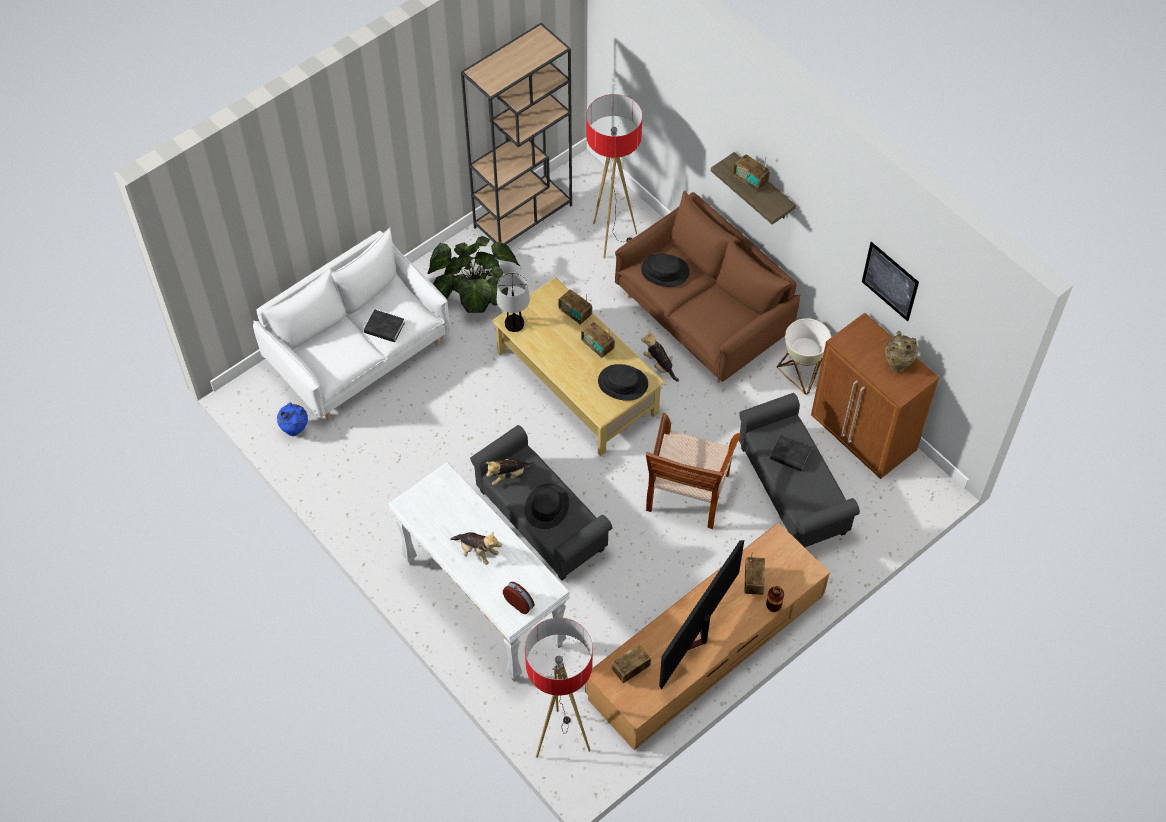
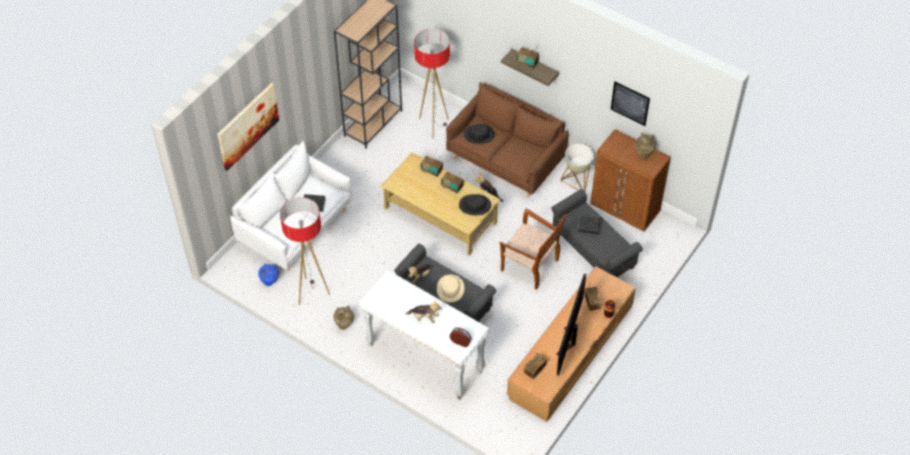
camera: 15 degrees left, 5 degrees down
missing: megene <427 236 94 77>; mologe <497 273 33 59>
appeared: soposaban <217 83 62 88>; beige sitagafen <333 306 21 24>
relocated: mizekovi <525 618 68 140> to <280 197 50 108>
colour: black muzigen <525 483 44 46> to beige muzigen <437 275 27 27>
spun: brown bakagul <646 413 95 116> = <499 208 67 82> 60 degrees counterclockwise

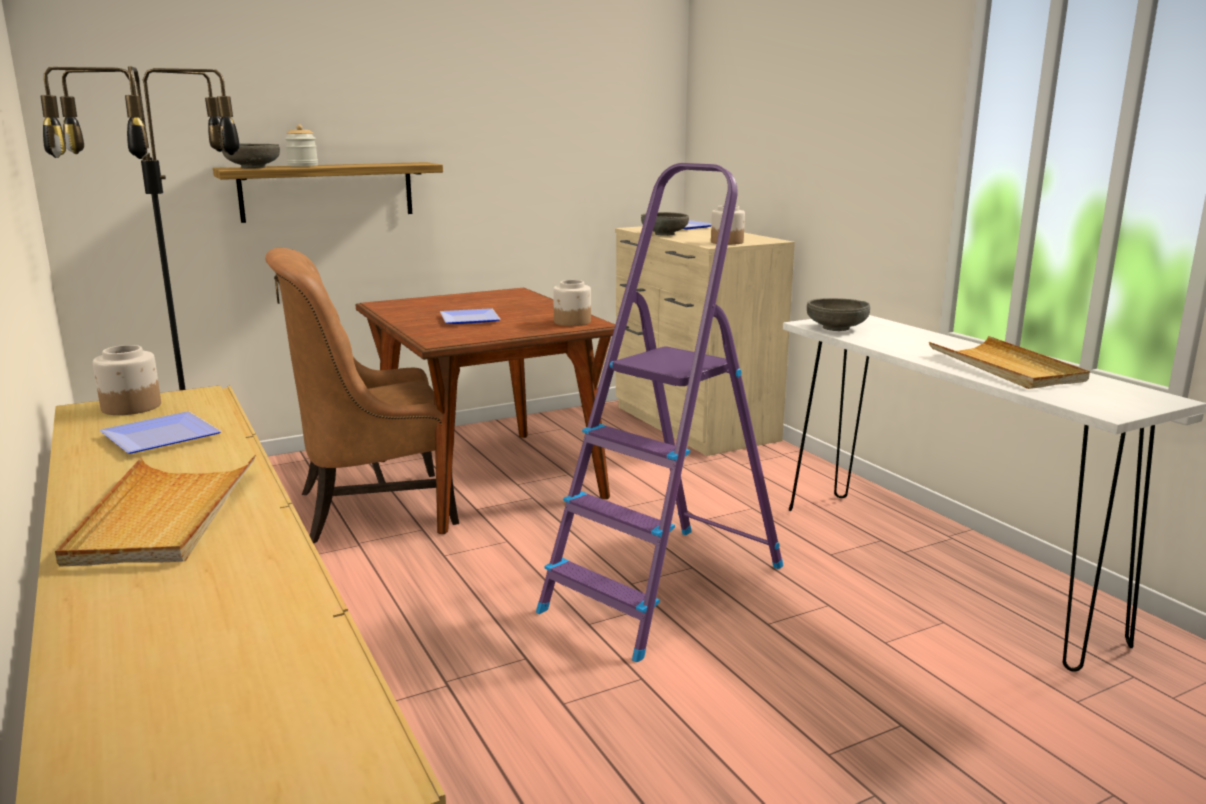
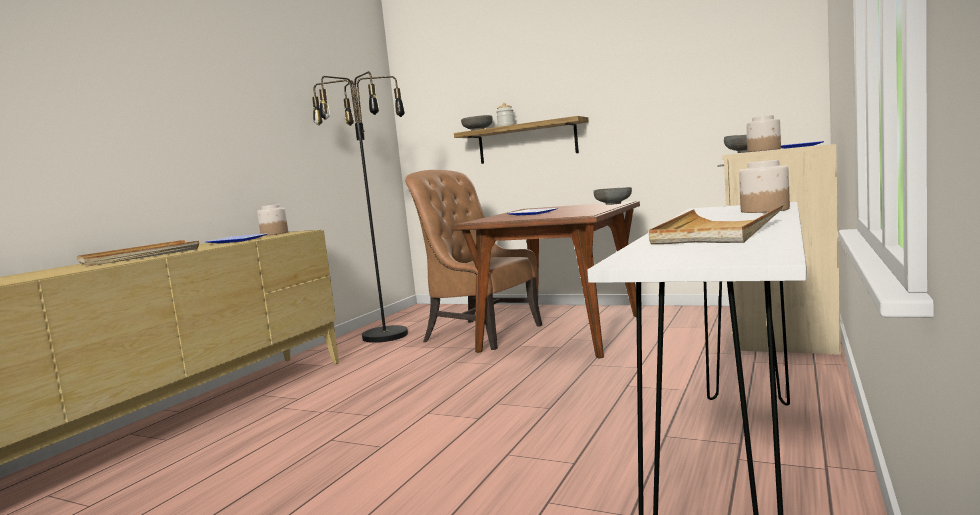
camera: 55 degrees right, 10 degrees down
missing: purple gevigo <536 163 247 499>
relocated: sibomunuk <553 280 38 46> to <739 160 51 53>; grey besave <807 298 63 33> to <593 187 39 18>

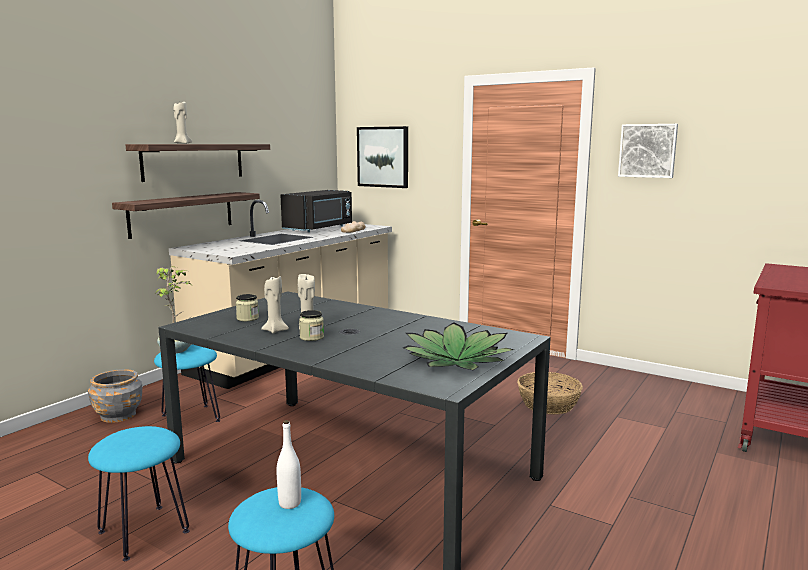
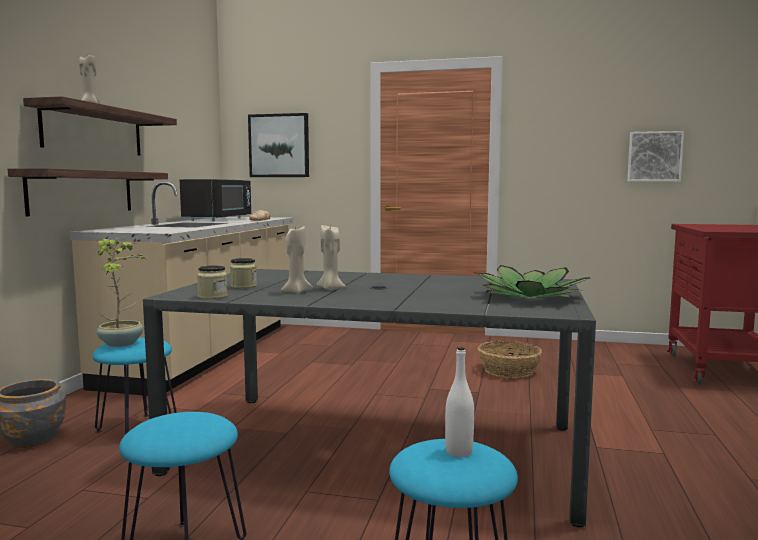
camera: 20 degrees left, 5 degrees down
relocated: soposaban <618 124 60 54> to <627 131 57 50>; sibomunuk <299 310 25 31> to <197 265 30 34>

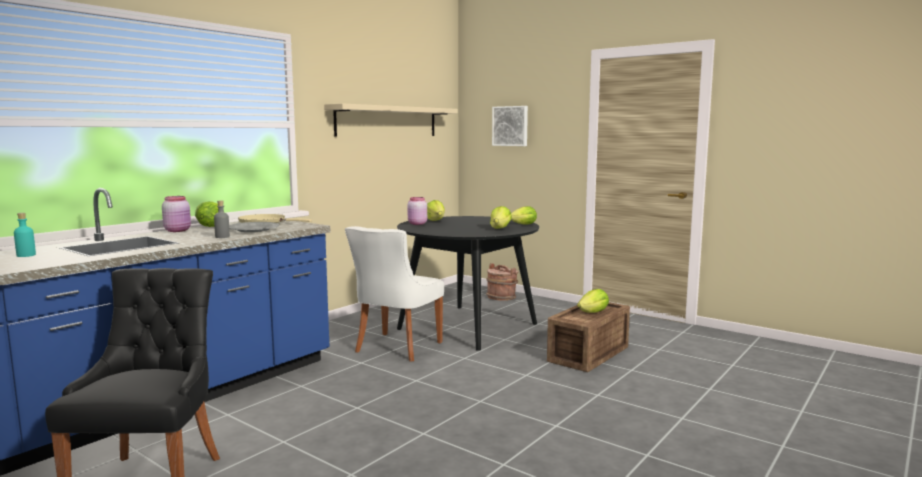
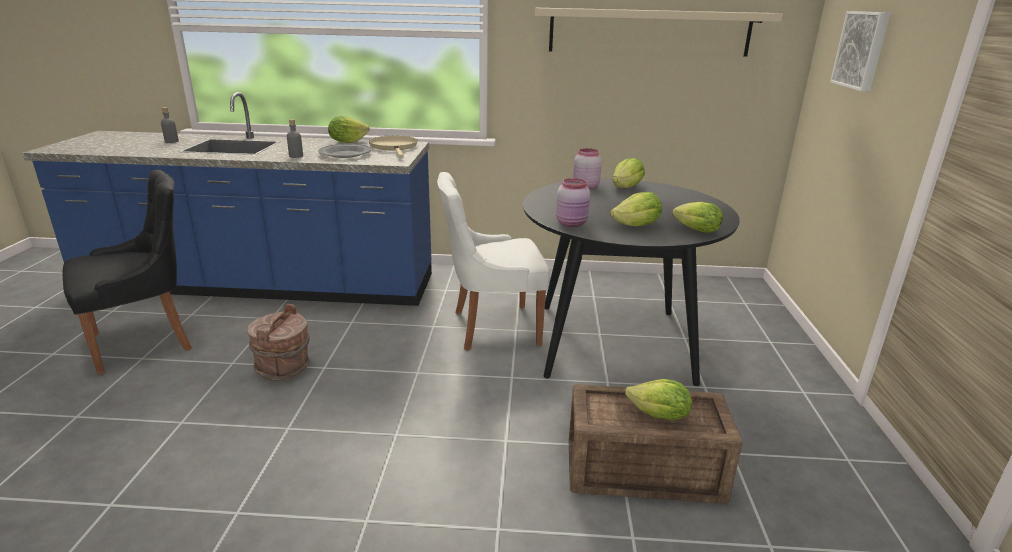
camera: 55 degrees right, 15 degrees up
relocated: pink sibomunuk <162 196 29 36> to <556 178 34 49>; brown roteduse <486 263 32 38> to <247 304 63 77>
colour: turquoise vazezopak <14 213 22 44> to grey vazezopak <161 107 18 36>

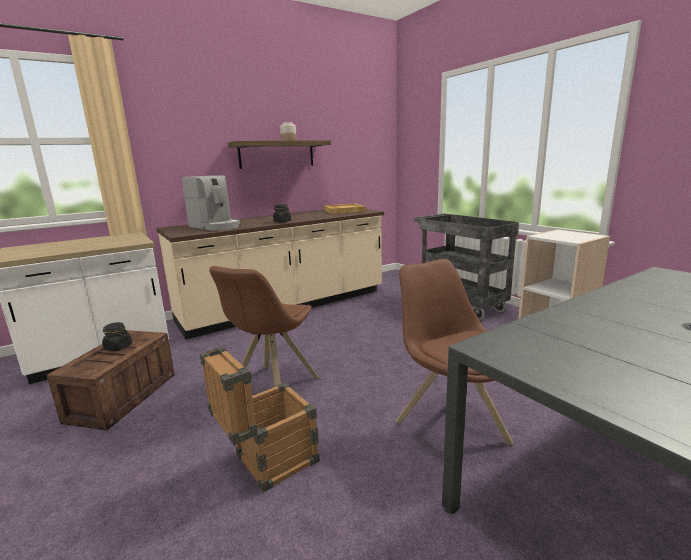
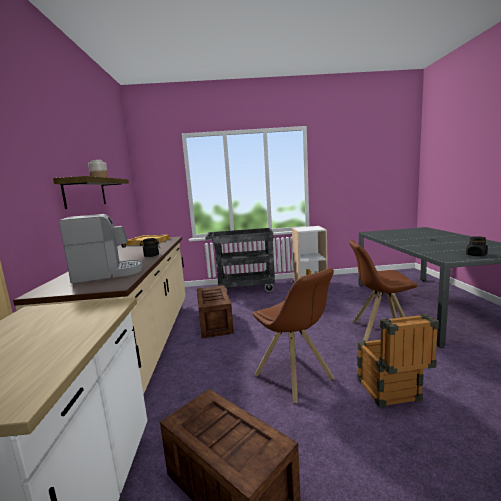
camera: 60 degrees left, 5 degrees down
appeared: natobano <197 285 37 53>
relocated: black sibomunuk <102 322 30 29> to <466 236 22 20>

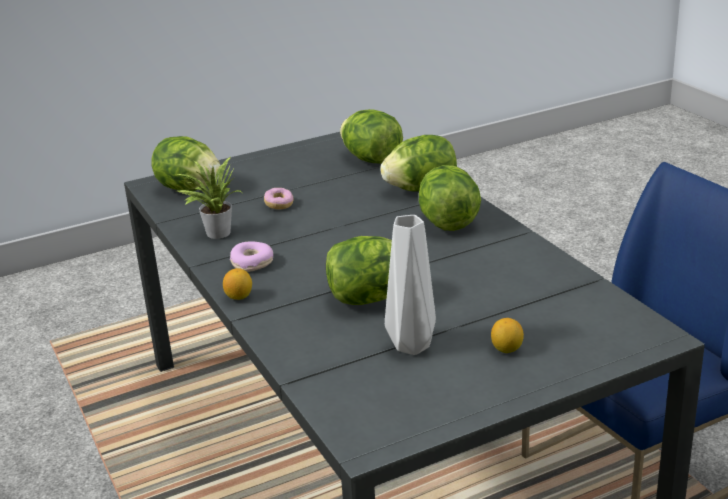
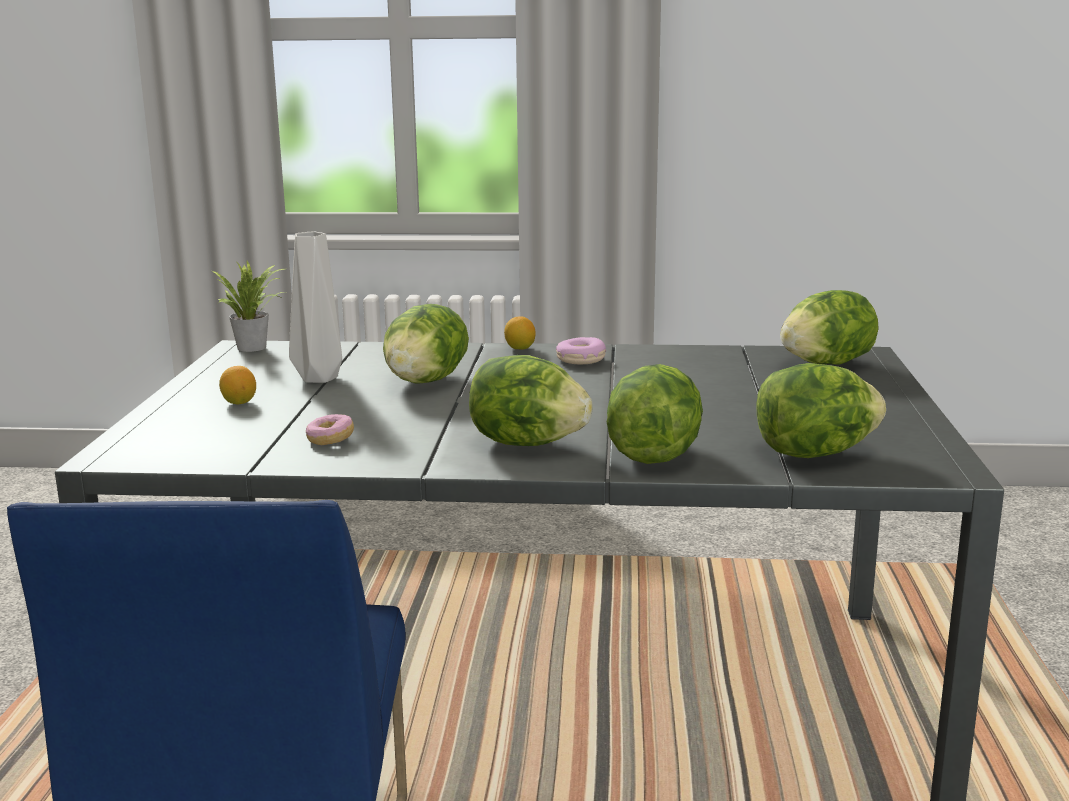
camera: 120 degrees right, 10 degrees down
relocated: megene <176 157 65 82> to <210 261 74 91>; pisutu <264 188 30 21> to <306 414 48 31>

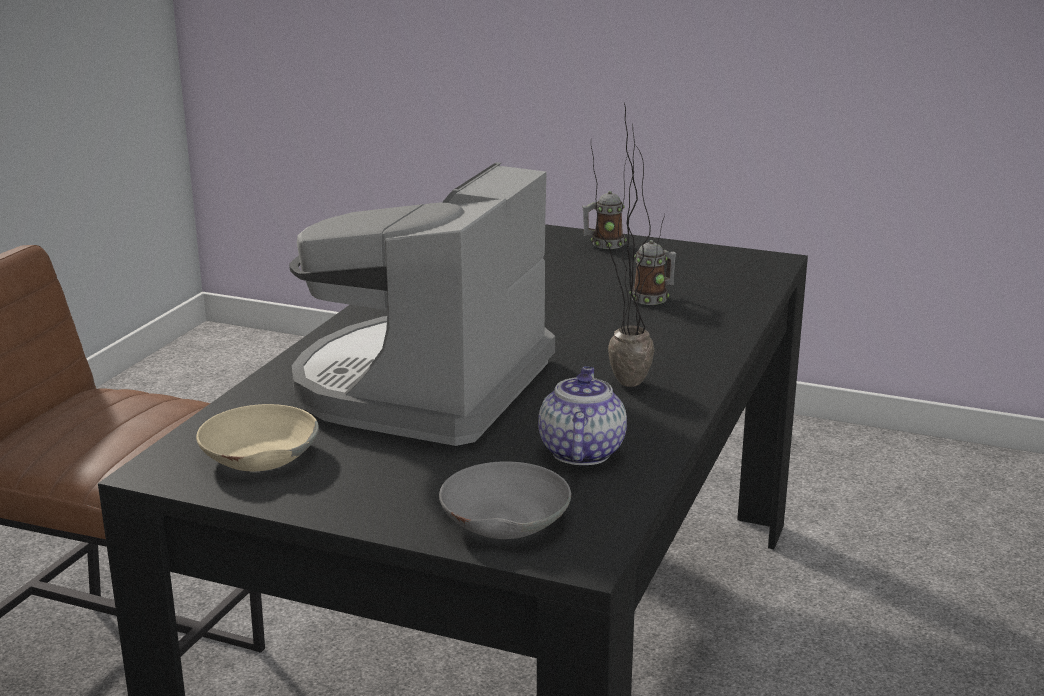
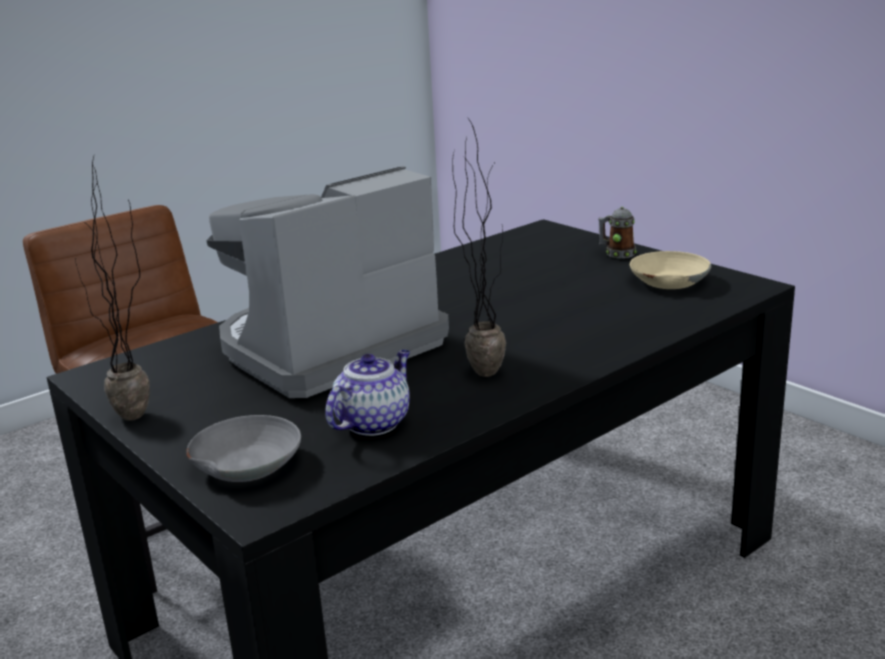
camera: 30 degrees right, 0 degrees up
missing: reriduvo <630 240 46 65>
appeared: megene <75 156 75 265>
relocated: beige besave <196 404 123 67> to <630 251 81 38>

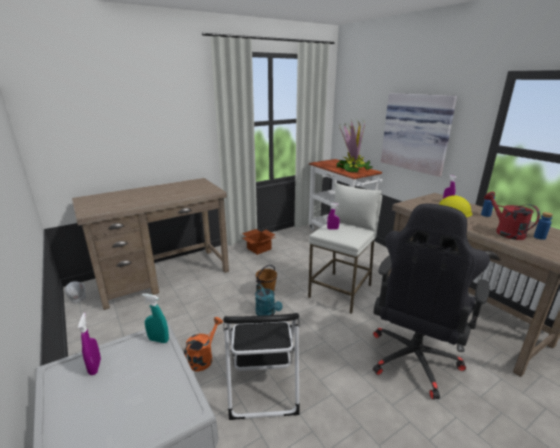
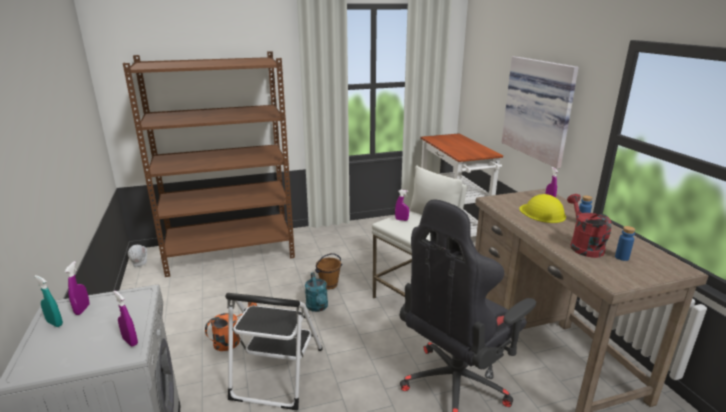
camera: 15 degrees right, 0 degrees up
missing: megene <337 120 36 52>; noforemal <242 229 34 26>
appeared: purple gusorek <113 291 25 55>
relocated: turquoise gusorek <142 293 27 50> to <34 275 29 52>
exchanged: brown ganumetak <72 178 157 132> to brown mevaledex <123 51 172 226>

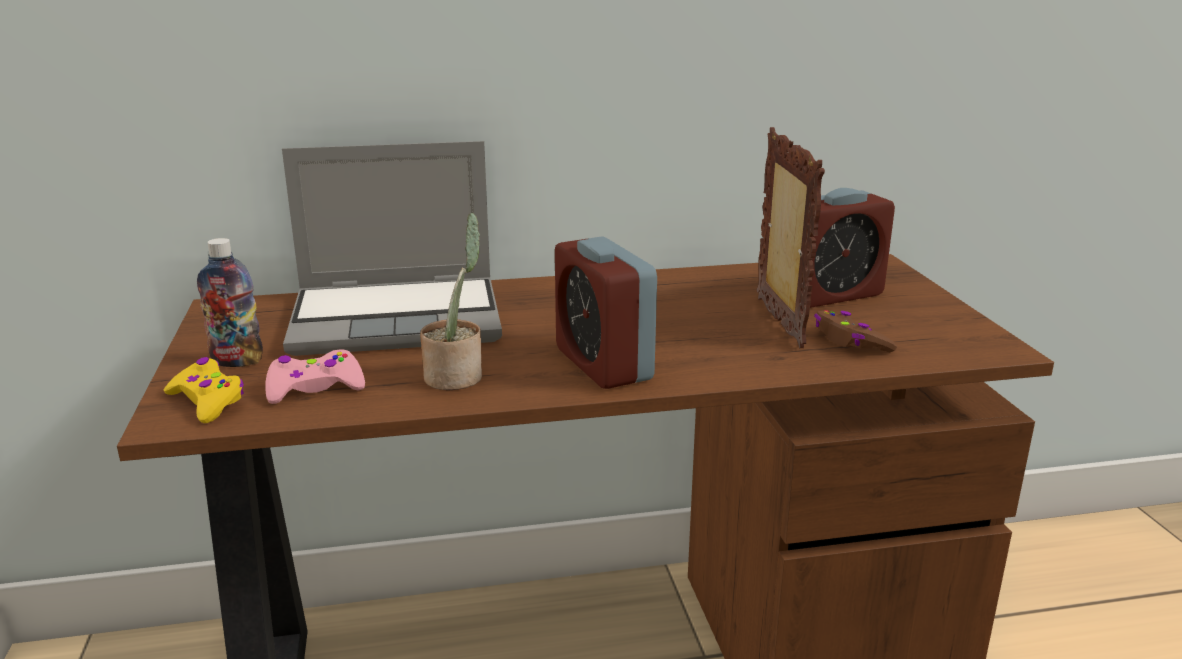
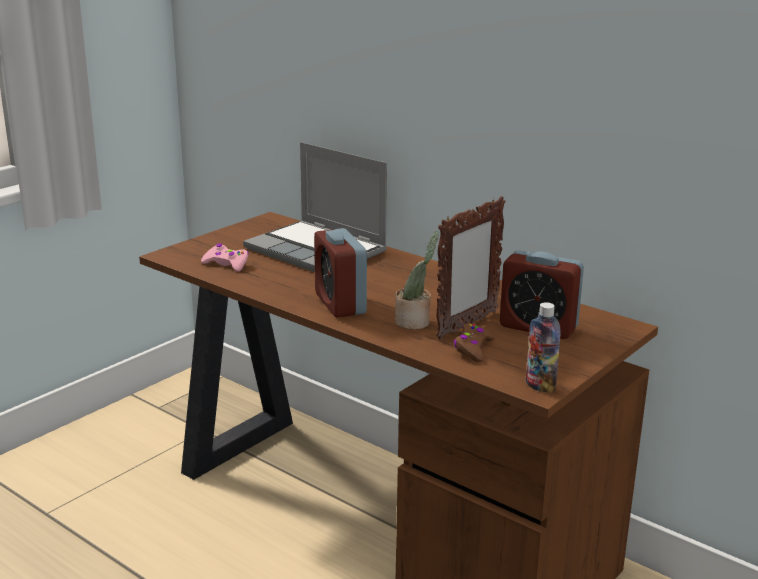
camera: 50 degrees right, 0 degrees up
missing: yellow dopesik <164 357 80 66>
relocated: megene <420 213 62 177> to <395 231 44 99>; vazezopak <197 238 66 129> to <526 302 35 91>
spun: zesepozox <555 236 102 153> = <314 228 53 89> 45 degrees counterclockwise

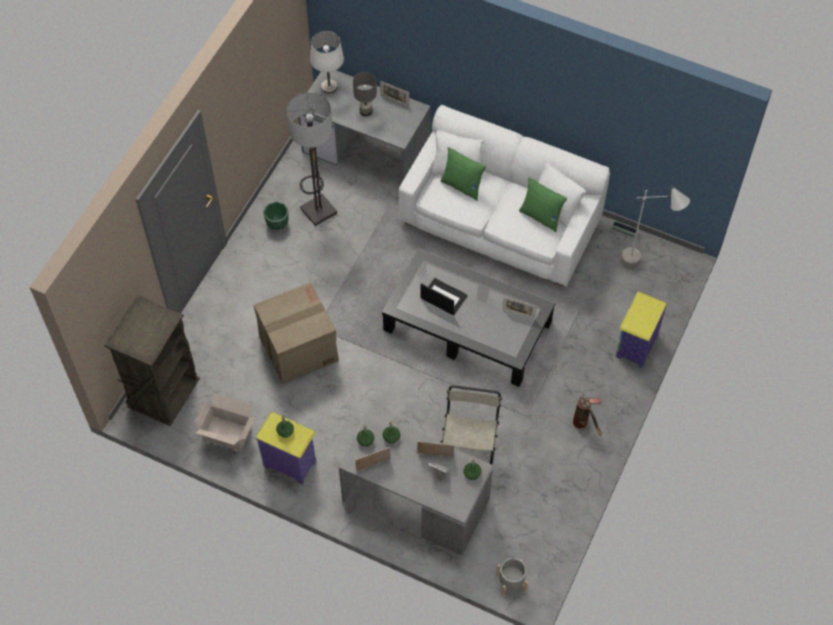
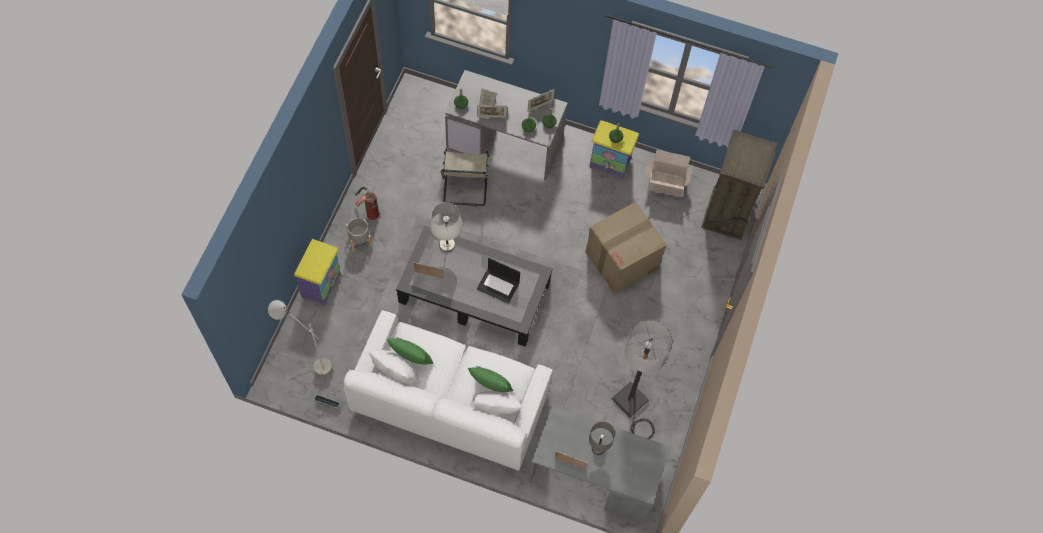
camera: 170 degrees right, 5 degrees up
missing: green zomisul <264 202 25 28>
relocated: white mologe <310 31 34 63> to <430 202 32 50>; grey zomisul <496 558 32 39> to <346 218 26 34>

